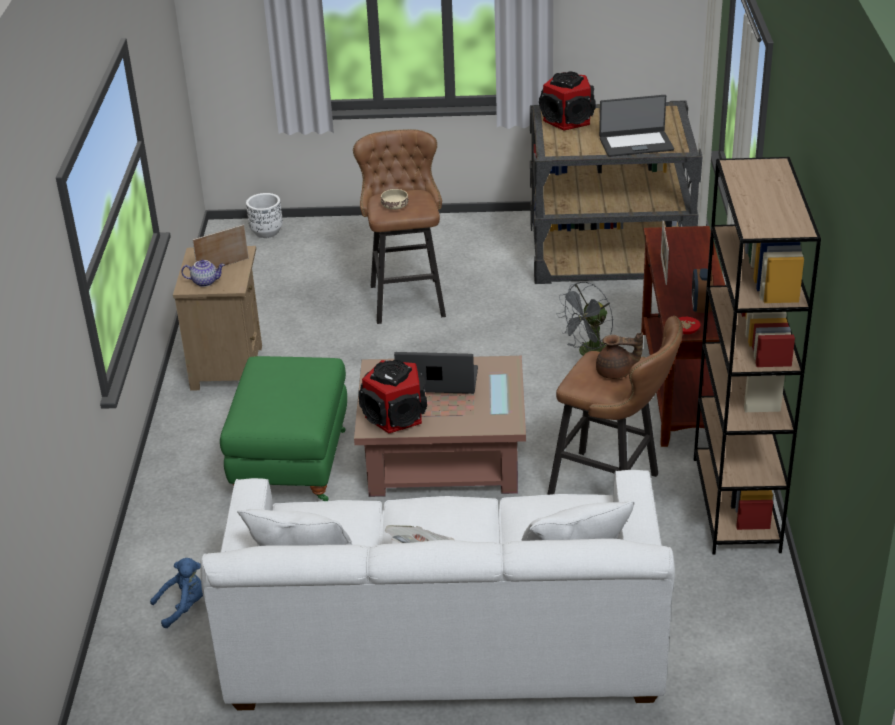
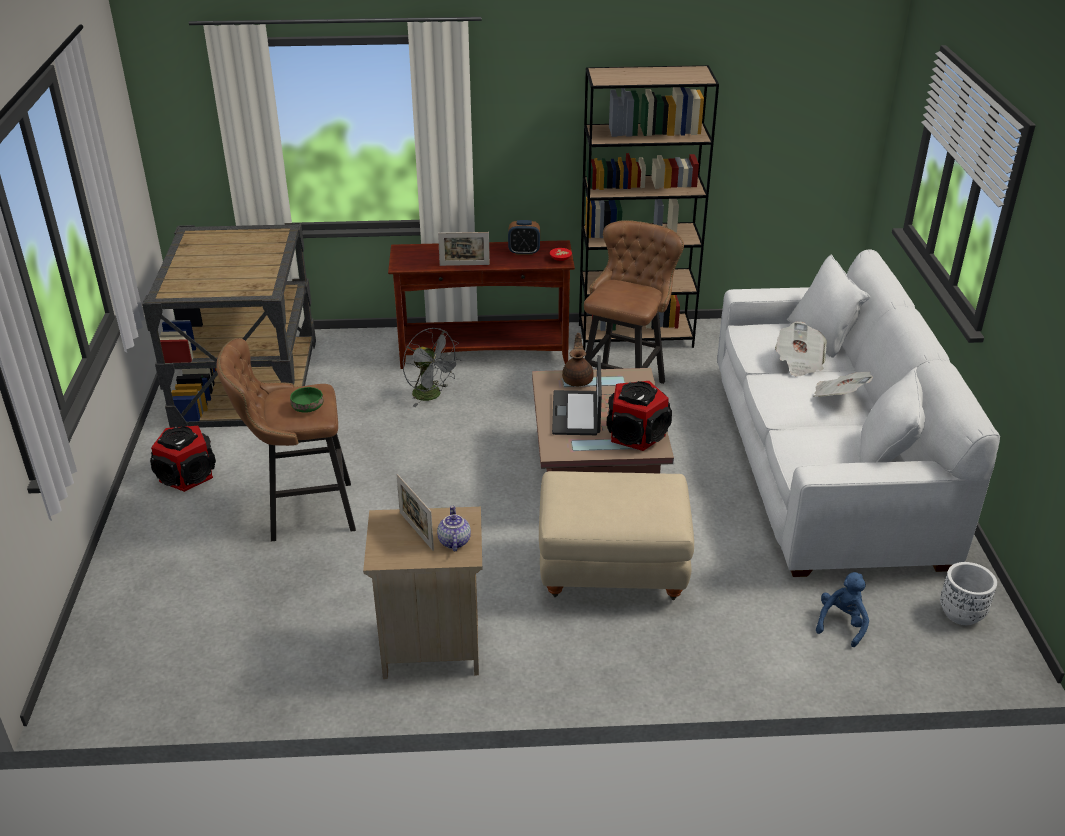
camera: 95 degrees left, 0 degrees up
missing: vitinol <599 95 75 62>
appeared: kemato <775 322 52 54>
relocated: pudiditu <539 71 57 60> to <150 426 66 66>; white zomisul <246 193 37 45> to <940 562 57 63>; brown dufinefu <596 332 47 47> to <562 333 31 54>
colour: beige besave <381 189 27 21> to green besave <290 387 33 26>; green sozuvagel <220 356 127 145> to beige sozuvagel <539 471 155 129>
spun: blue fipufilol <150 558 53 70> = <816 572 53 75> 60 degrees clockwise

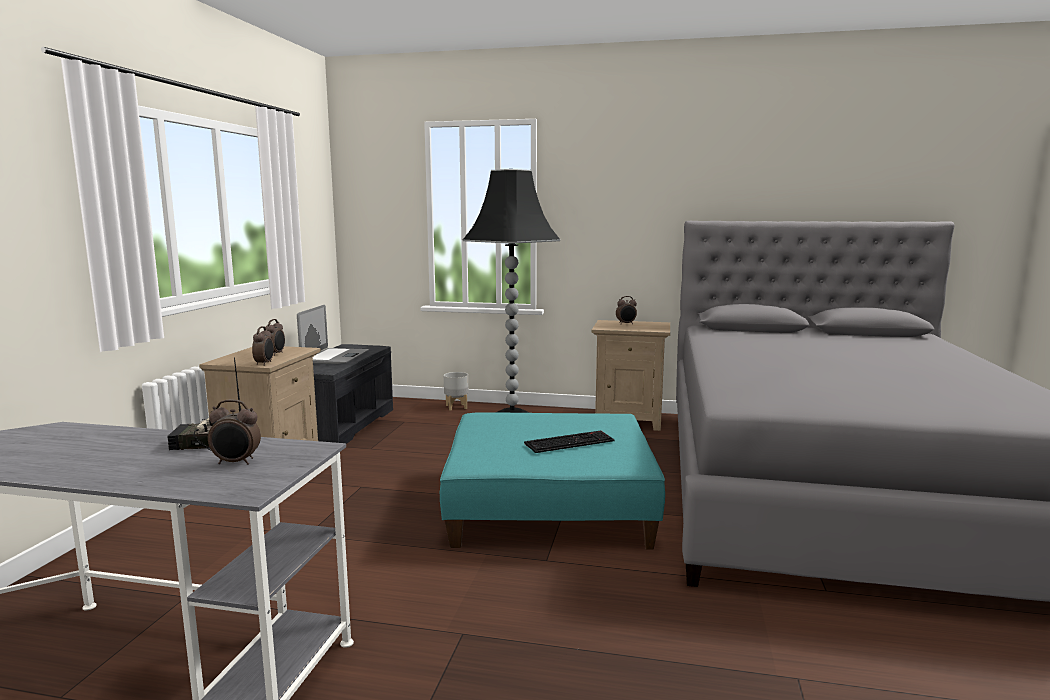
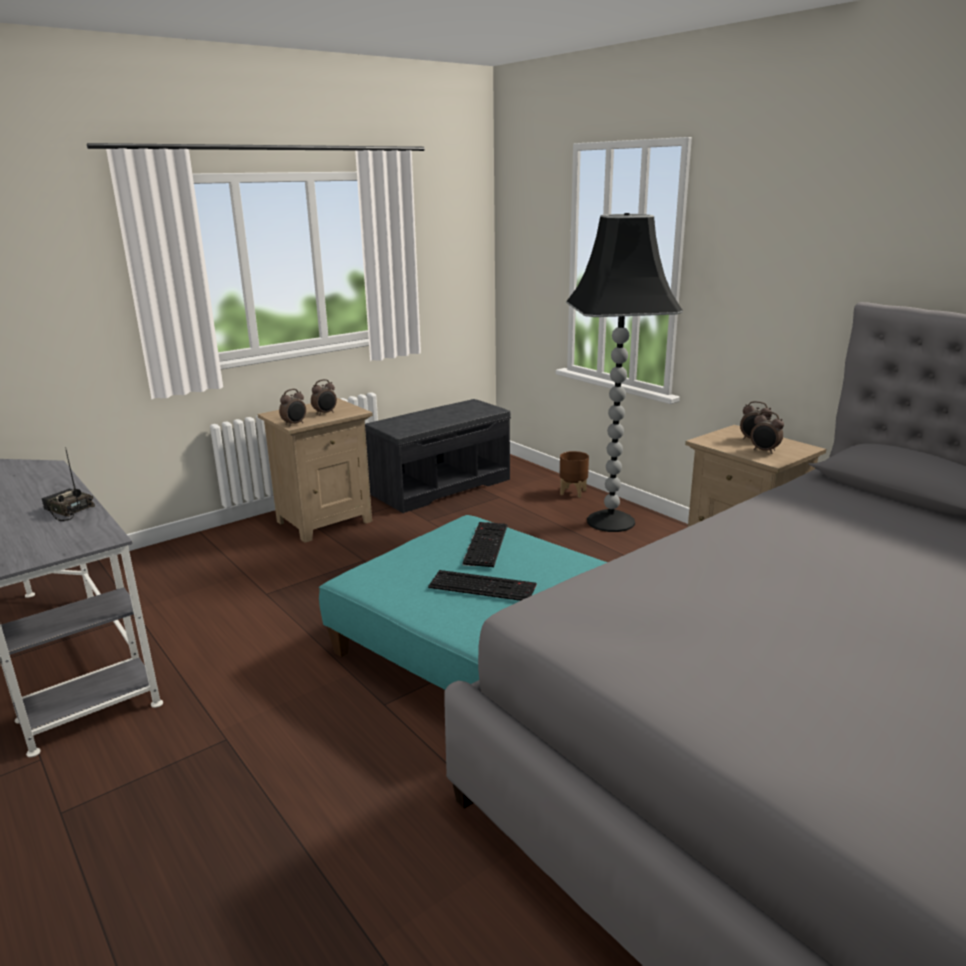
camera: 40 degrees right, 10 degrees up
missing: vitinol <297 305 72 59>
appeared: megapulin <463 522 44 45>
relocated: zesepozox <208 400 53 65> to <751 411 33 43>
colour: grey zomisul <444 372 24 39> to brown zomisul <560 451 29 47>

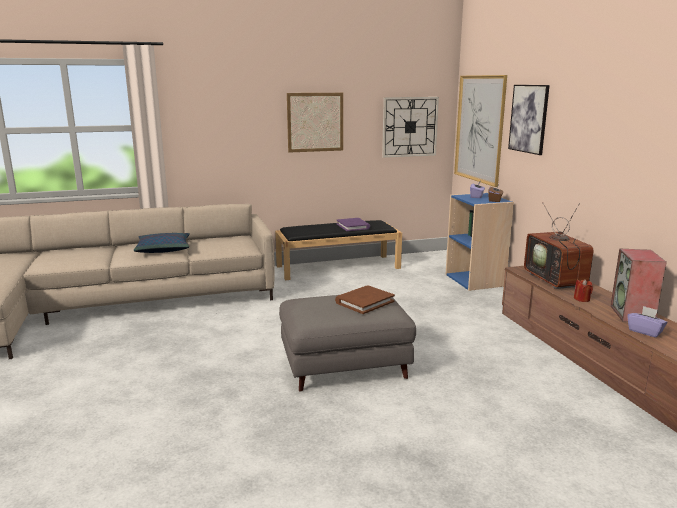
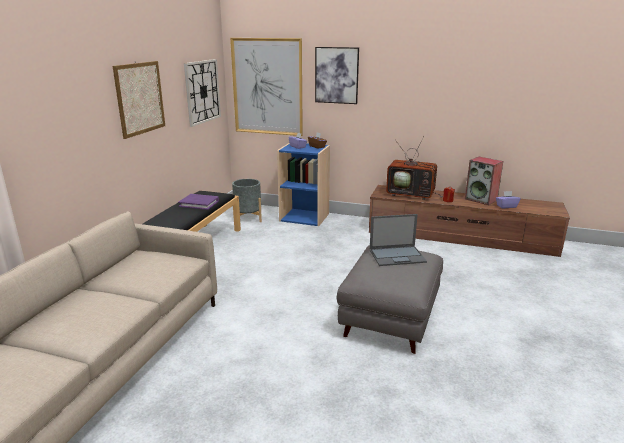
camera: 55 degrees left, 5 degrees up
missing: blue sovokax <134 233 56 20>
appeared: grey zomisul <232 179 30 43>
exchanged: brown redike <335 286 60 28> to vitinol <369 214 58 52>

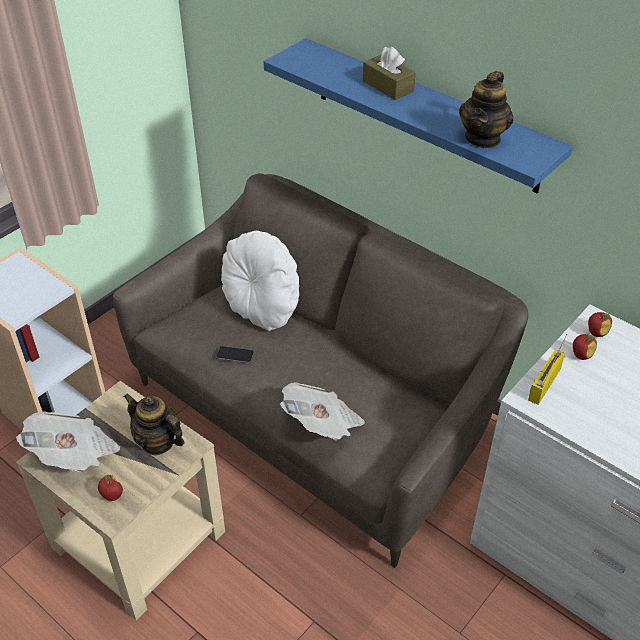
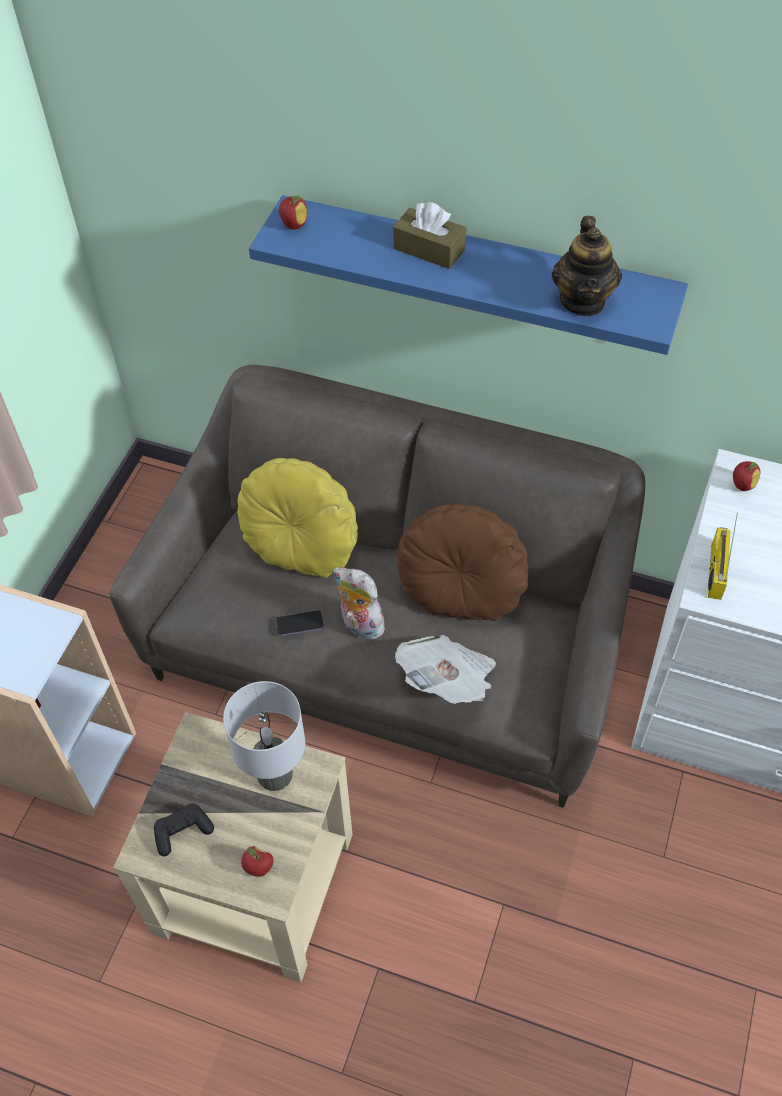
camera: 20 degrees left, 10 degrees up
appeared: brown sovokax <397 504 131 117>; fipufilol <334 567 51 73>
relocated: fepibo <573 334 24 26> to <279 195 28 35>
exchanged: dufinefu <123 393 62 62> to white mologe <223 681 82 110>; kemato <16 411 104 61> to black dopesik <154 803 60 53>
colour: white sovokax <221 231 78 100> to yellow sovokax <238 458 120 120>

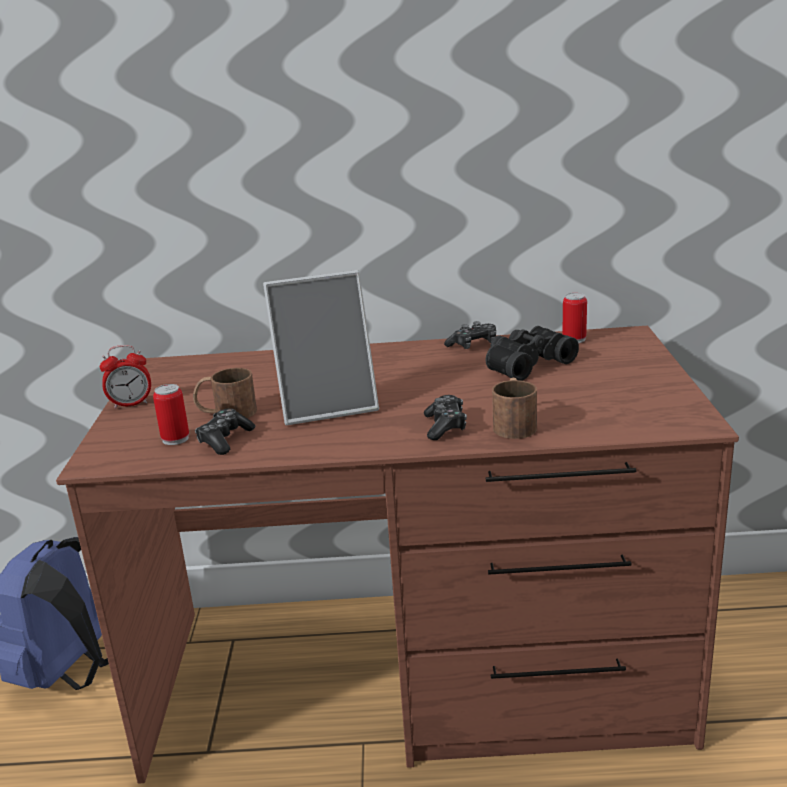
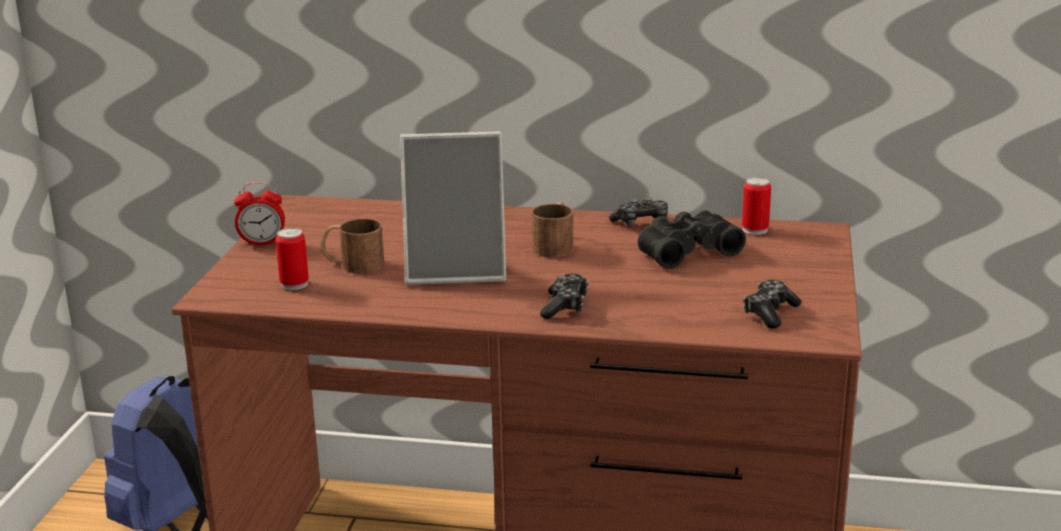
camera: 10 degrees right, 0 degrees up
relocated: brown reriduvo <492 378 45 61> to <532 202 41 56>; dopesik <195 408 61 47> to <743 280 59 49>

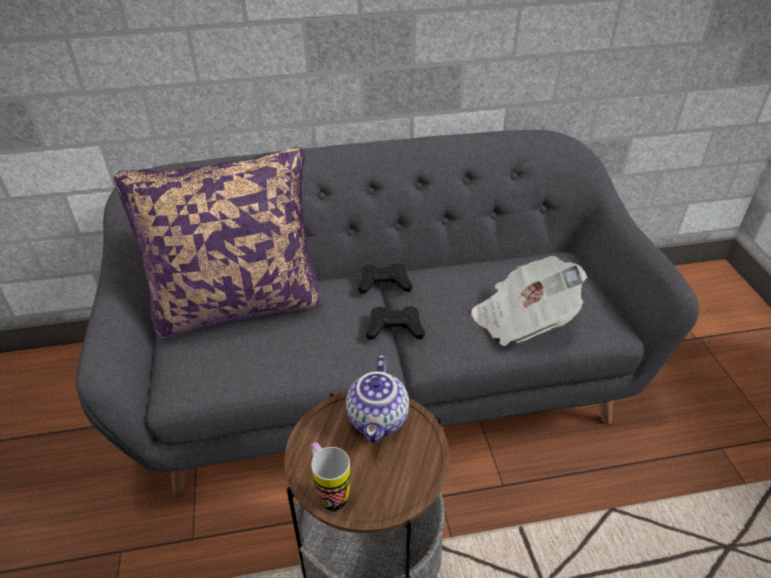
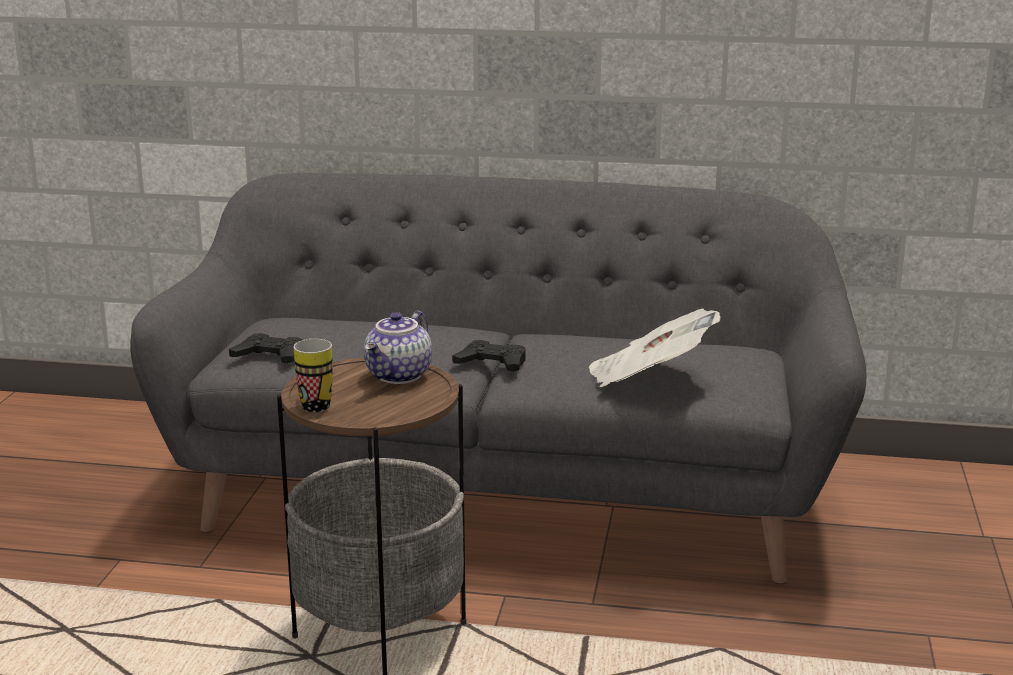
camera: 20 degrees right, 20 degrees down
missing: purple sovokax <114 147 207 191>
relocated: black dopesik <358 263 55 31> to <229 333 74 31>

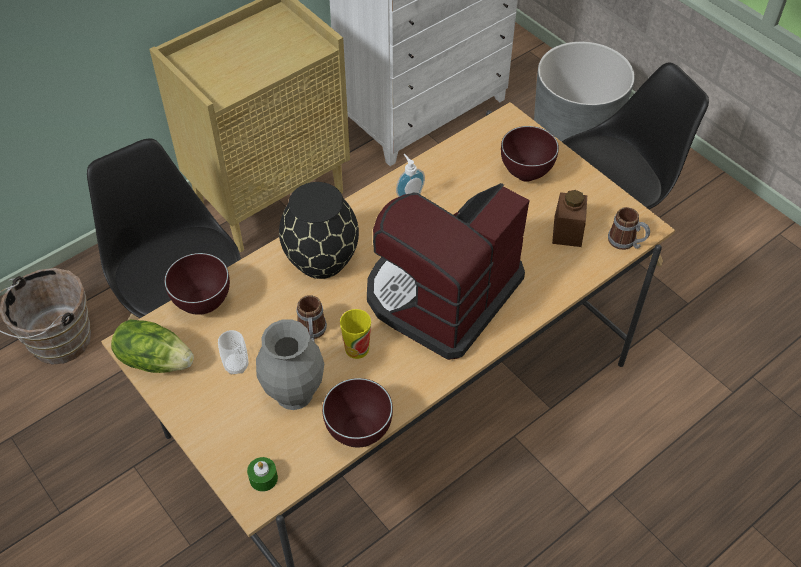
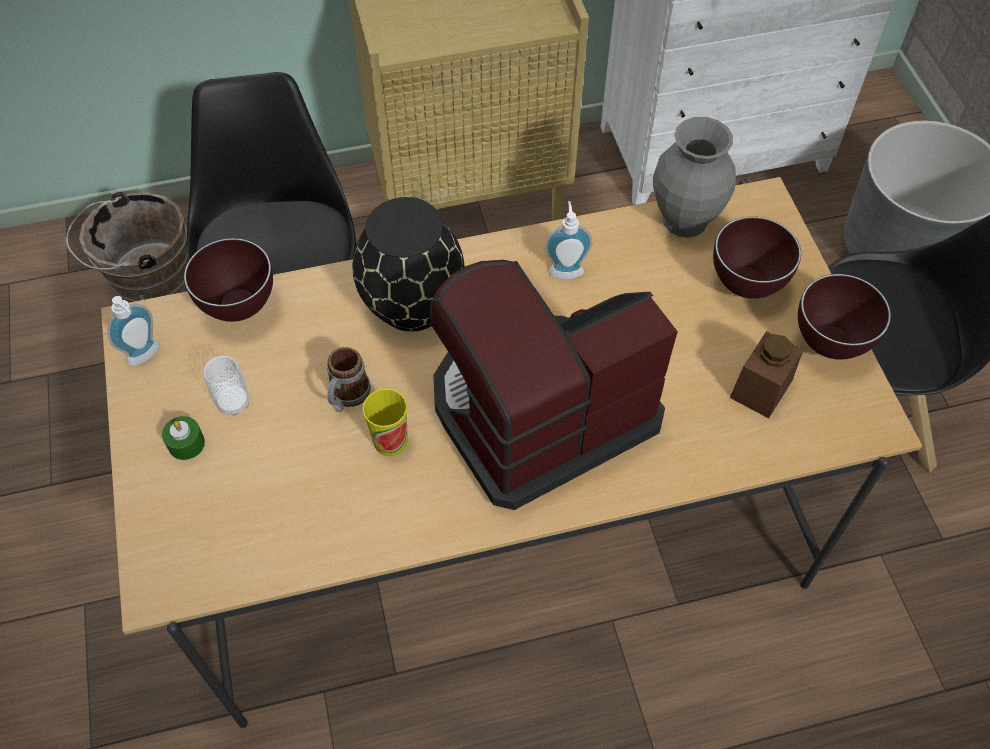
camera: 25 degrees right, 5 degrees up
missing: reriduvo <608 207 42 43>
relocated: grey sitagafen <256 319 68 91> to <653 117 83 121>; brown besave <322 378 71 69> to <798 274 93 86>; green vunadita <247 457 31 35> to <162 416 43 44>
exchanged: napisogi <111 319 83 54> to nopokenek <107 296 53 70>

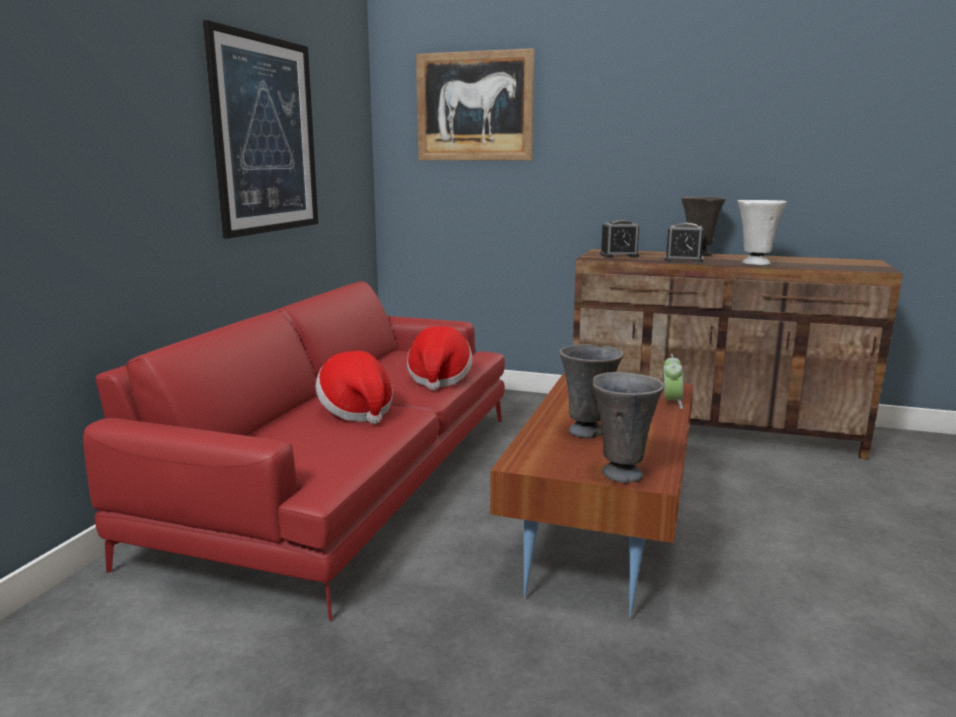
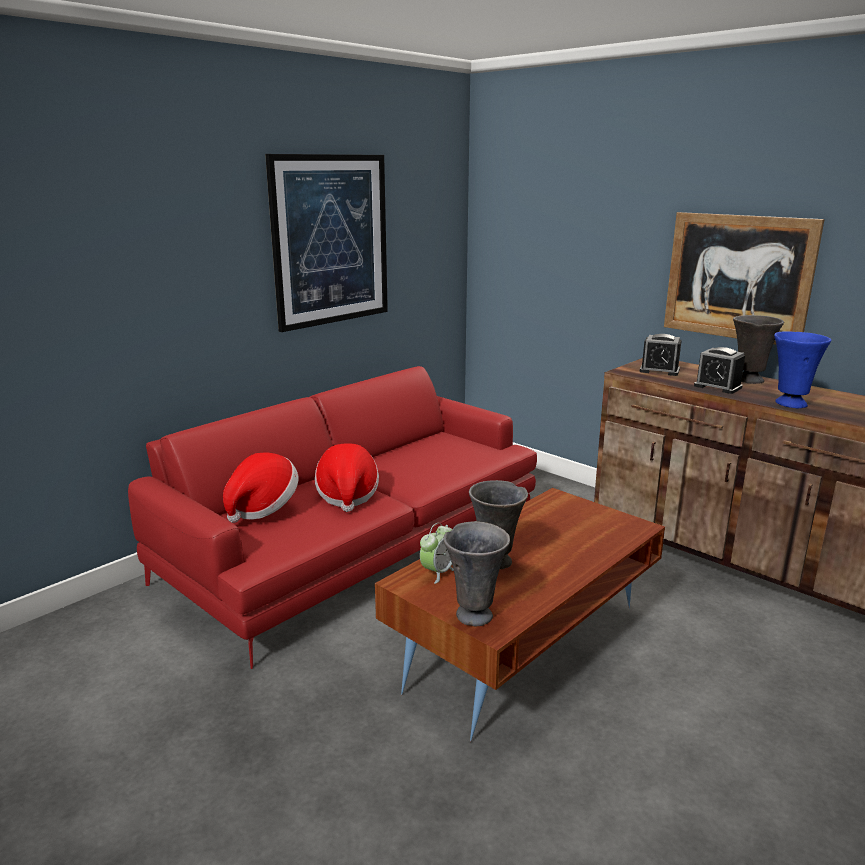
camera: 25 degrees right, 5 degrees up
relocated: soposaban <416 48 118 112> to <664 212 161 133>; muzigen <407 326 65 64> to <223 452 75 71>; zesepozox <663 354 20 55> to <420 523 34 61>
colour: white sitagafen <737 200 50 65> to blue sitagafen <774 331 58 77>

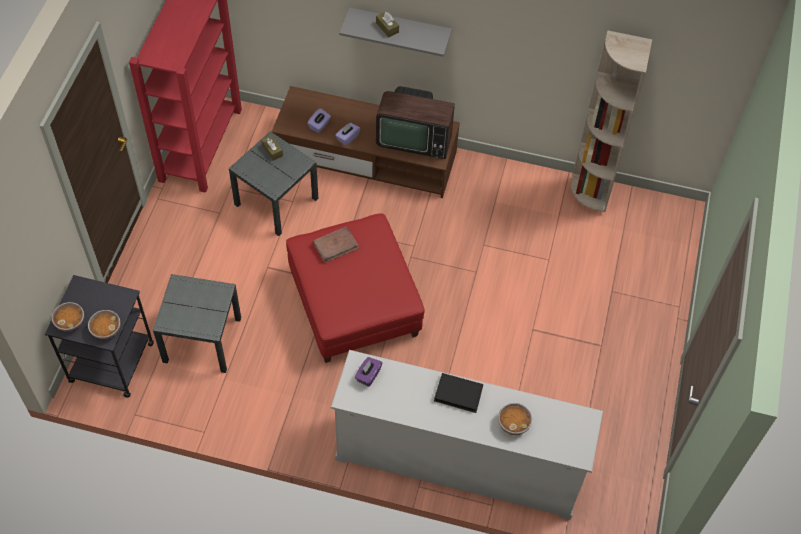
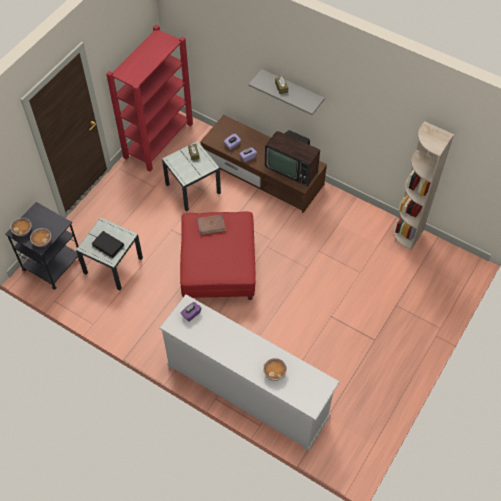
camera: 20 degrees right, 0 degrees up
relocated: black redike <434 373 49 40> to <92 231 32 27>

